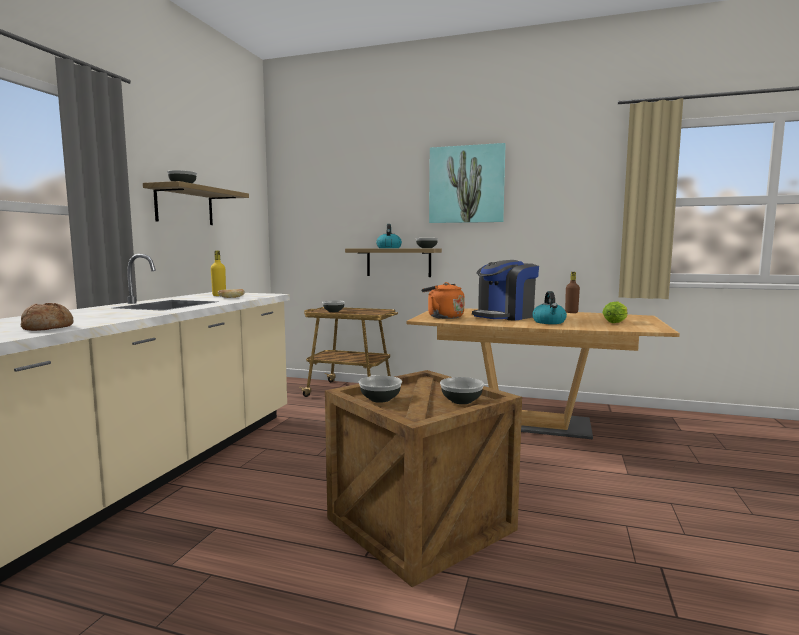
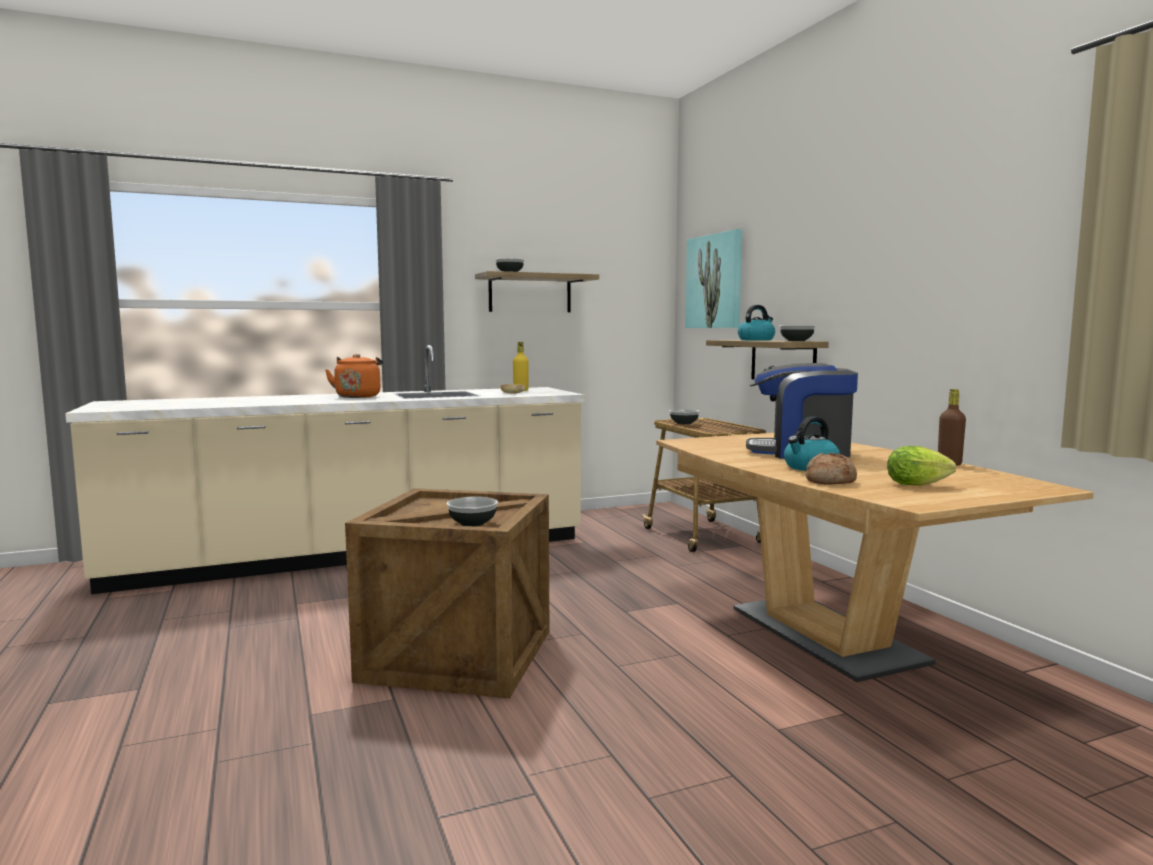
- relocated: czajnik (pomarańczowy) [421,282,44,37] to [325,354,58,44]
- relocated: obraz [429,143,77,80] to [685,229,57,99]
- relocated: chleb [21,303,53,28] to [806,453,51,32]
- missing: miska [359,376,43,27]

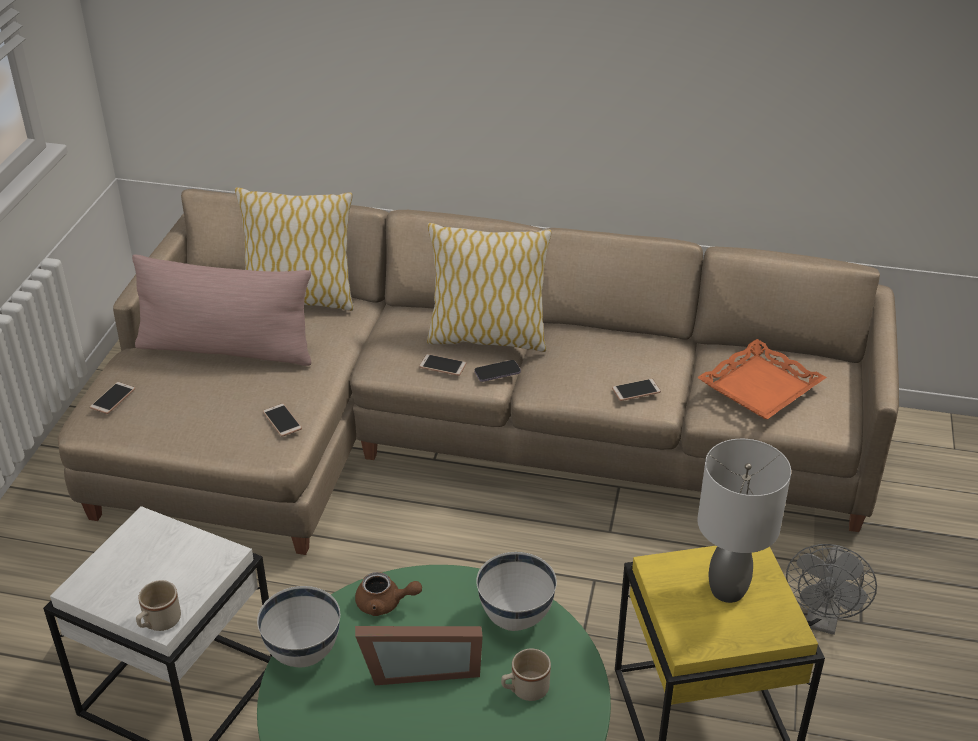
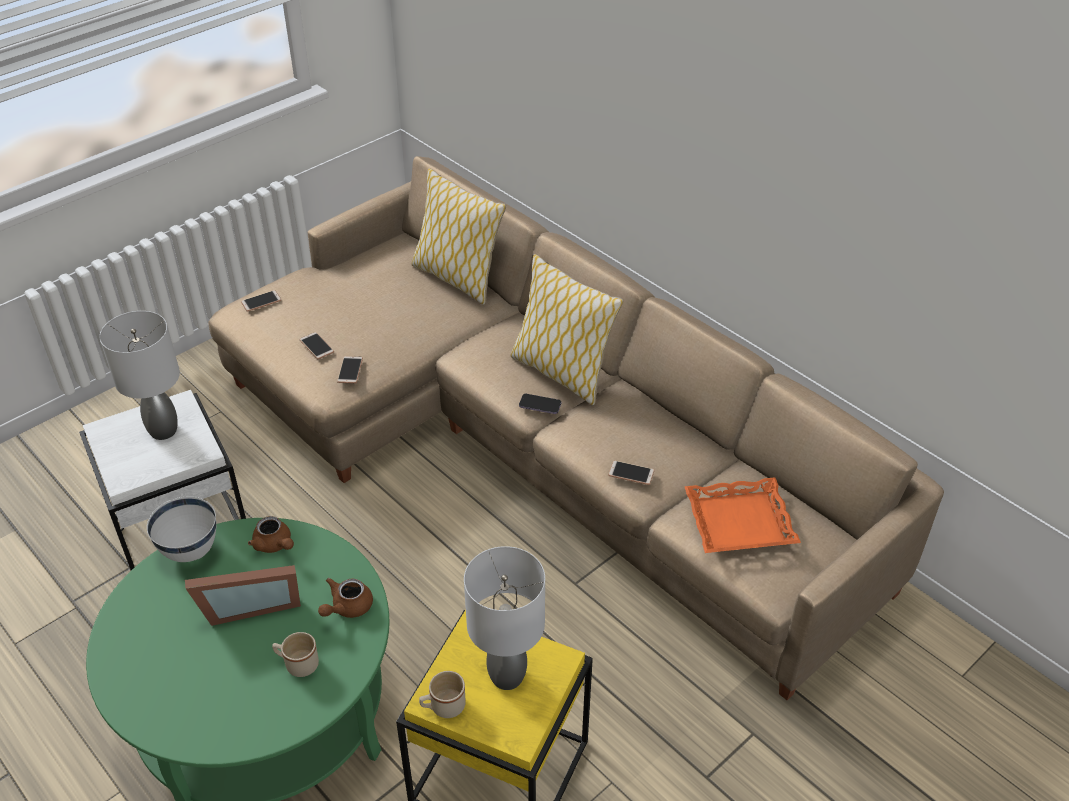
- appeared: lampa stołowa (szary) [99,311,81,129]
- spun: ramka na zdjęcie [355,626,128,59] = [185,565,116,61] 45 degrees counterclockwise
- relocated: telefon [419,354,48,22] to [300,332,34,27]
- exchanged: miska (biały) [476,552,81,79] to imbryk (brązowy) [318,578,55,40]
- relocated: kubek (beżowy) [136,580,45,51] to [419,671,47,47]
- missing: poduszka (różowy) [132,254,179,112]
- missing: wentylator (szary) [786,544,91,91]

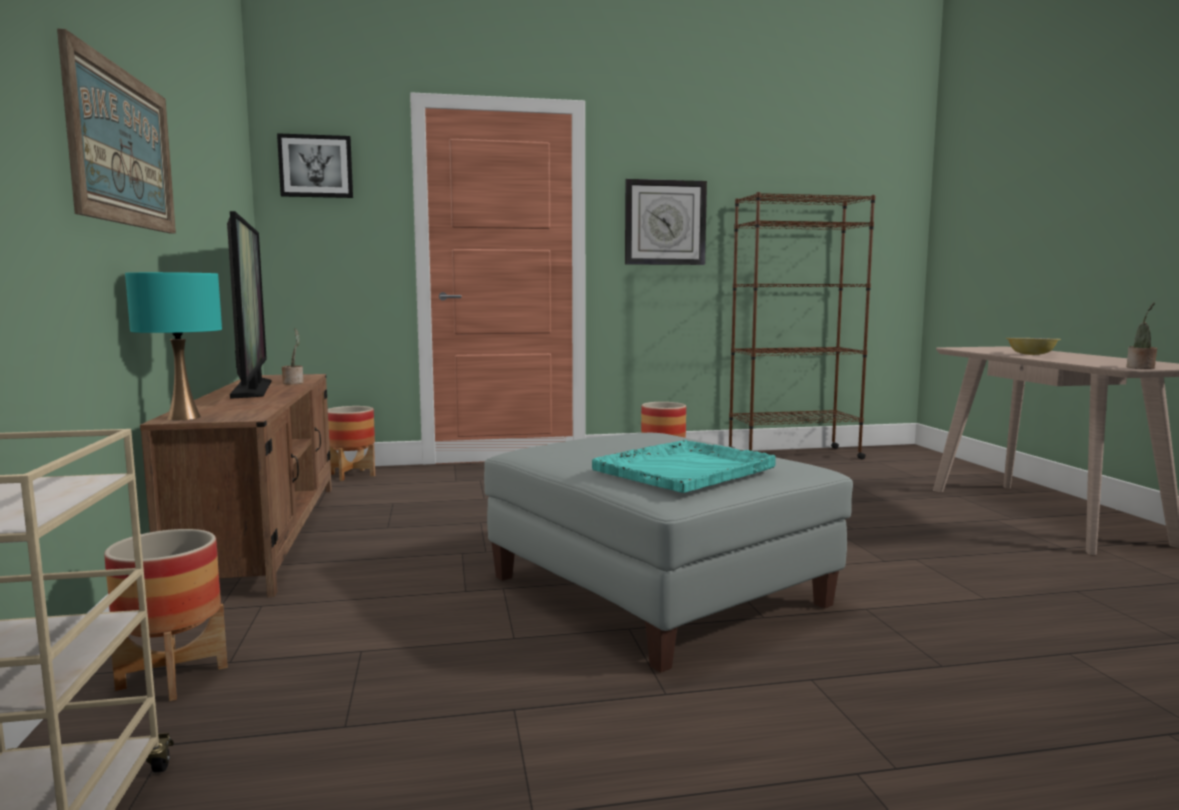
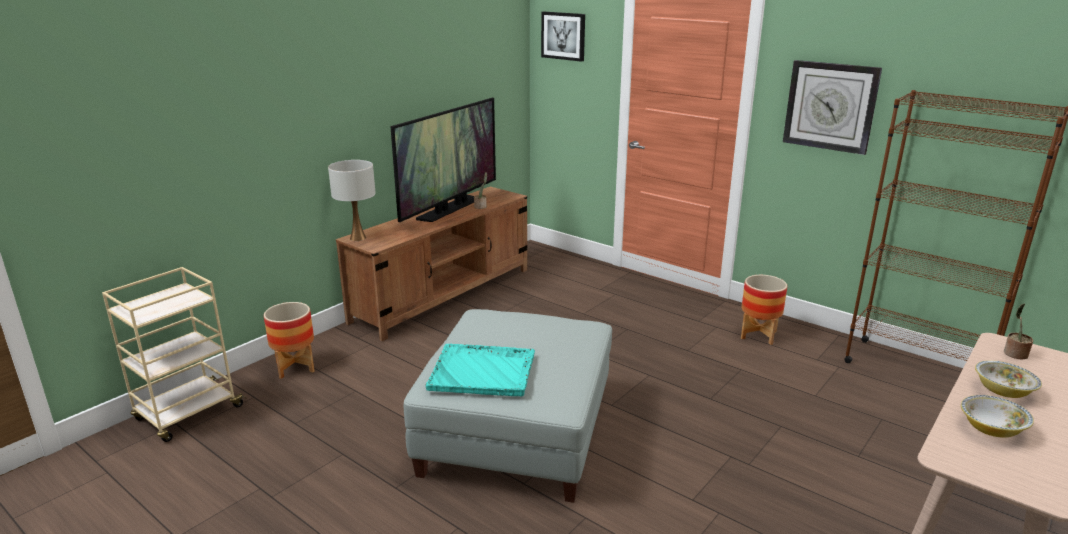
- colour: lampa stołowa (turkusowy) [125,272,97,148] to lampa stołowa (biały) [328,160,48,81]
- appeared: miska [961,395,73,43]
- relocated: roślina doniczkowa [1126,302,31,67] to [1004,304,29,56]
- missing: obraz [57,29,119,205]
- missing: donica [328,406,47,75]

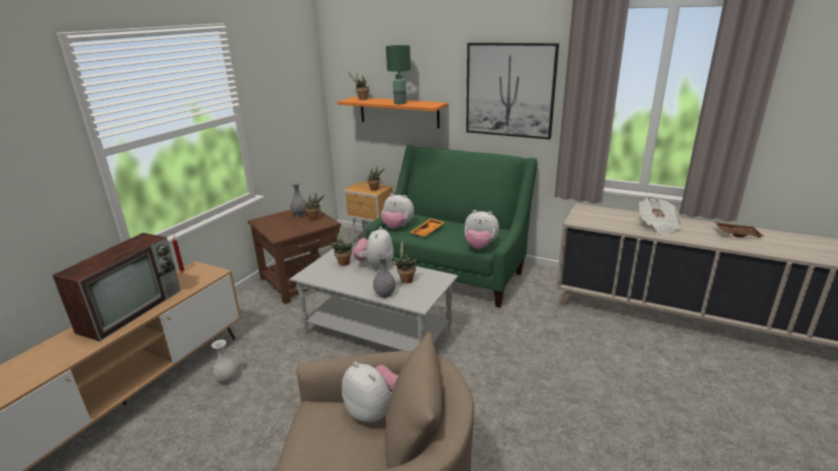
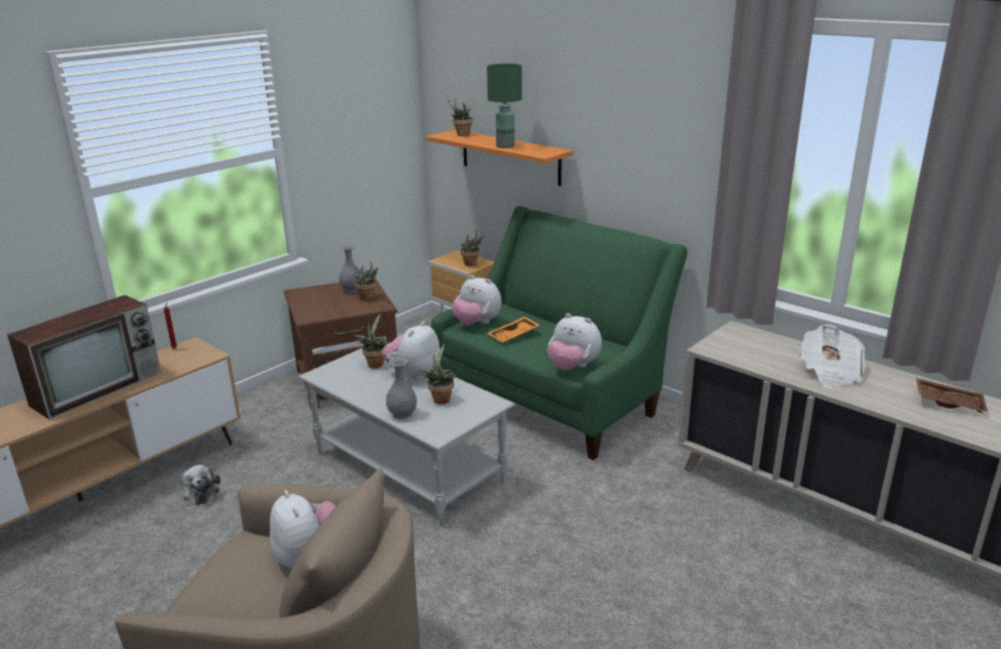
- exchanged: wazon (biały) [211,340,26,44] to pluszak [182,465,38,40]
- missing: obraz [466,43,93,97]

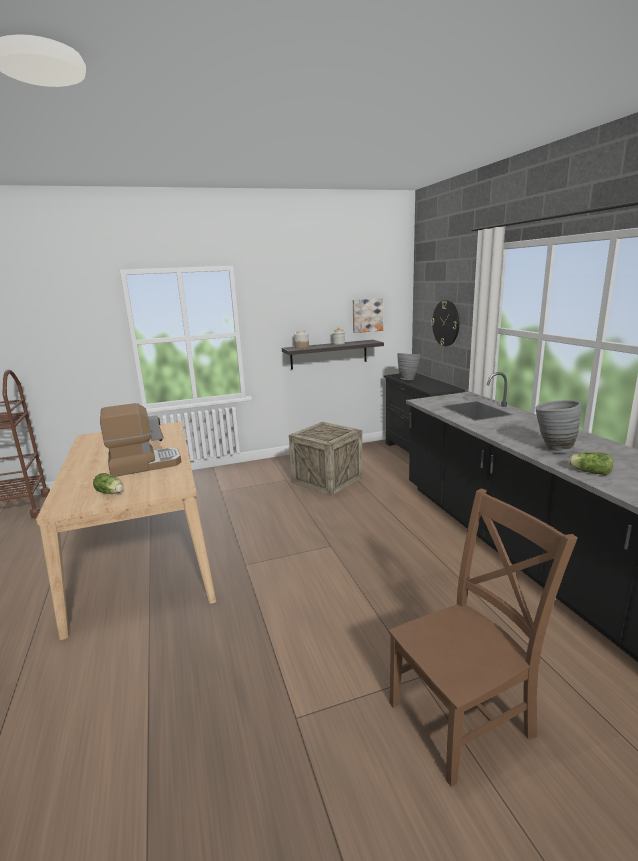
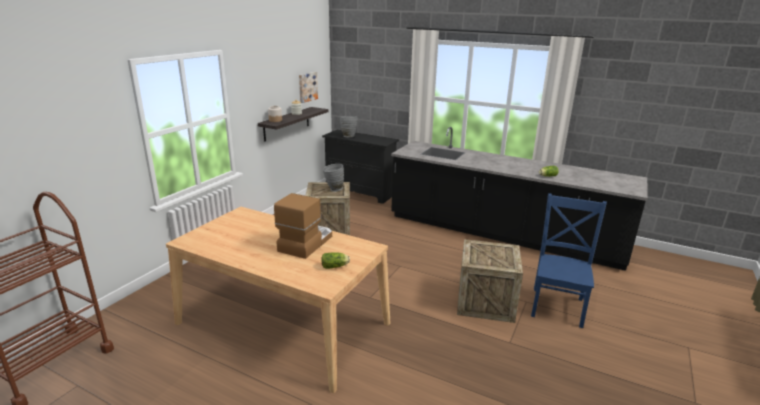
- relocated: wazon (szary) [535,400,46,53] to [323,164,21,28]
- appeared: skrzynka [457,239,66,84]
- colour: krzesło (brązowy) [389,488,189,299] to krzesło (niebieski) [531,193,76,135]
- missing: zegar ścienny [431,300,28,46]

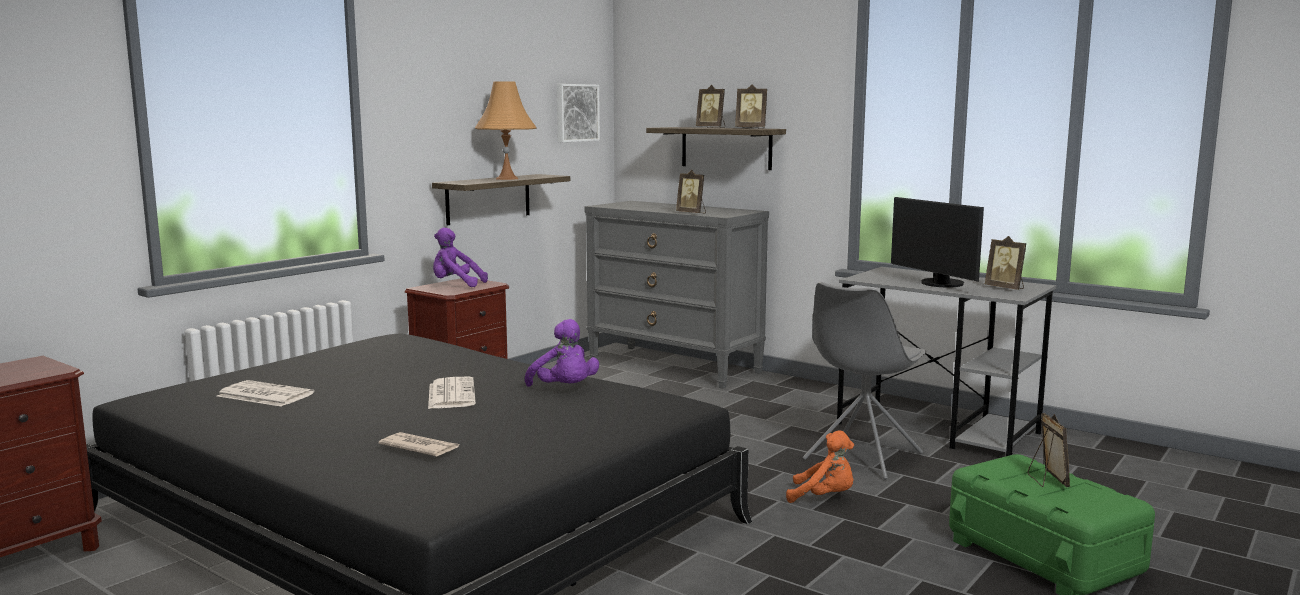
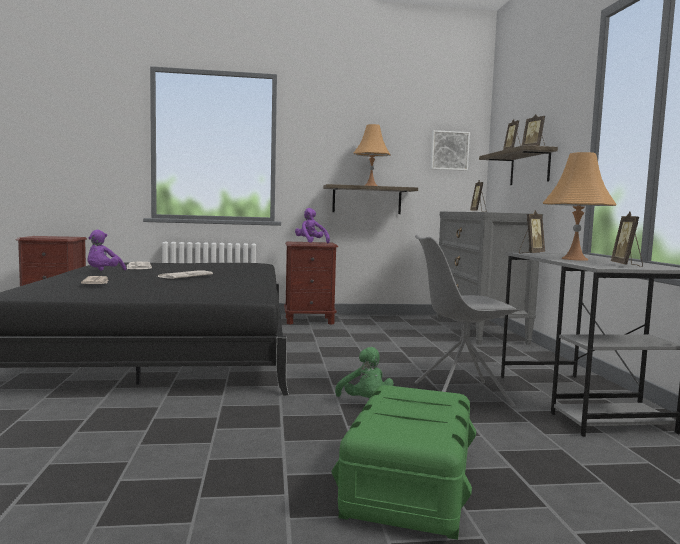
- relocated: pluszak (fioletowy) [525,319,74,68] to [88,230,39,41]
- colour: pluszak (pomarańczowy) [786,430,68,73] to pluszak (zielony) [335,347,59,51]
- relocated: ramka na zdjęcie [1027,413,43,74] to [519,210,26,43]
- exchanged: monitor [891,197,93,90] to lampa stołowa (pomarańczowy) [543,152,74,109]

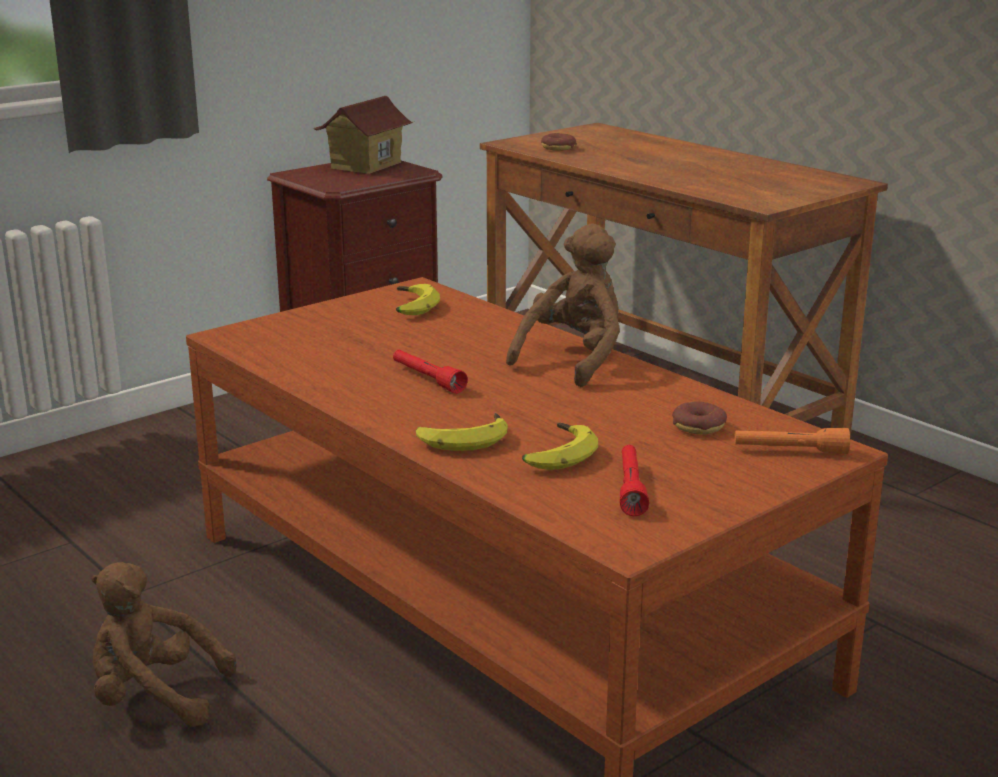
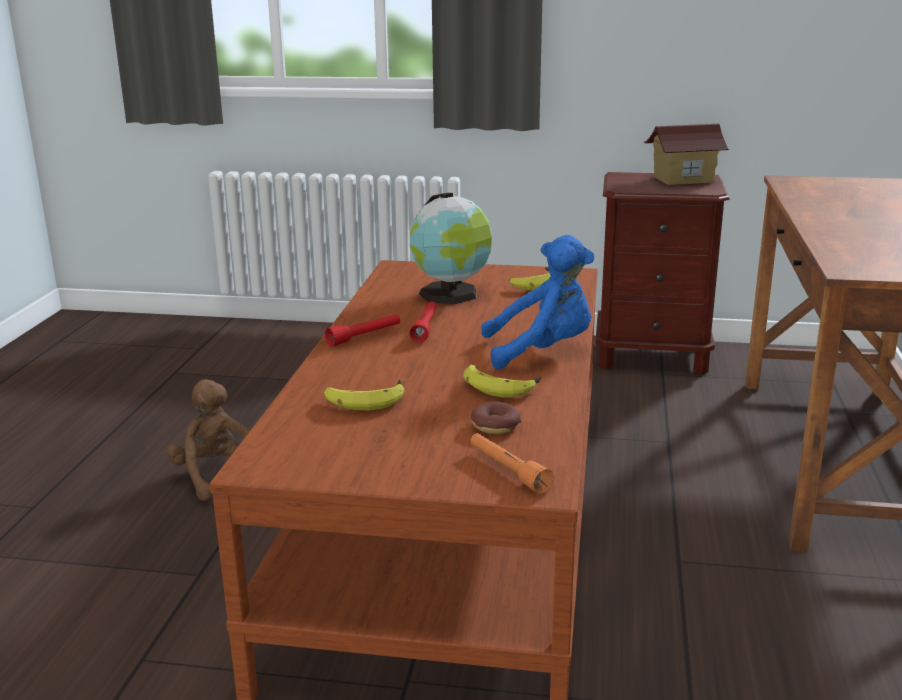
- relocated: latarka (czerwony) [620,445,29,71] to [325,314,75,33]
- appeared: globus [410,193,82,111]
- relocated: banan [416,413,92,38] to [463,365,78,33]
- colour: pluszak (brązowy) [506,224,114,163] to pluszak (niebieski) [481,235,113,134]
- missing: donut [541,133,36,18]

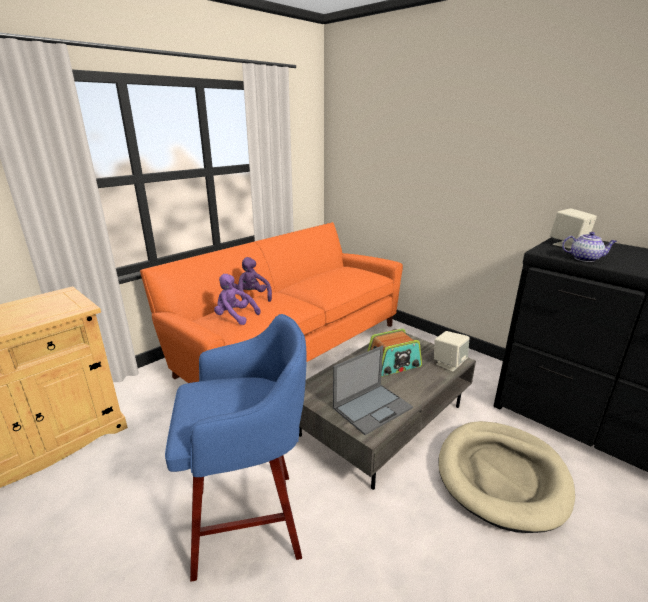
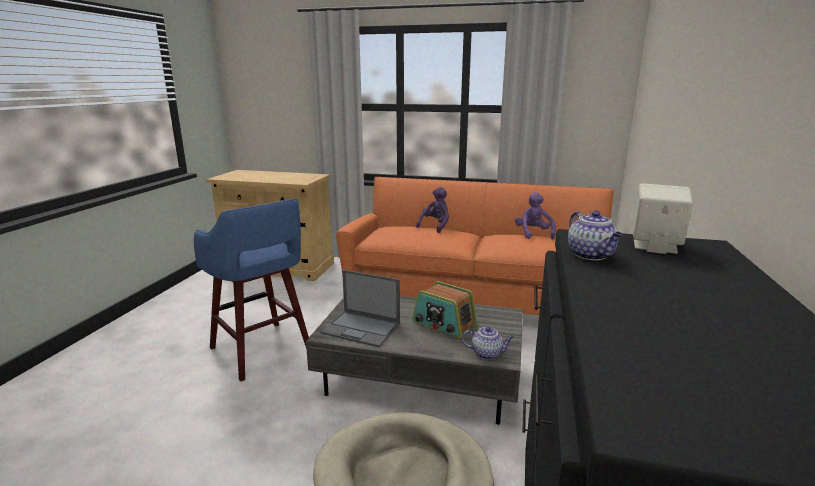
- exchanged: głośnik (beżowy) [434,331,35,41] to imbryk [462,327,52,32]
- relocated: pluszak (fioletowy) [214,274,46,51] to [515,192,41,47]

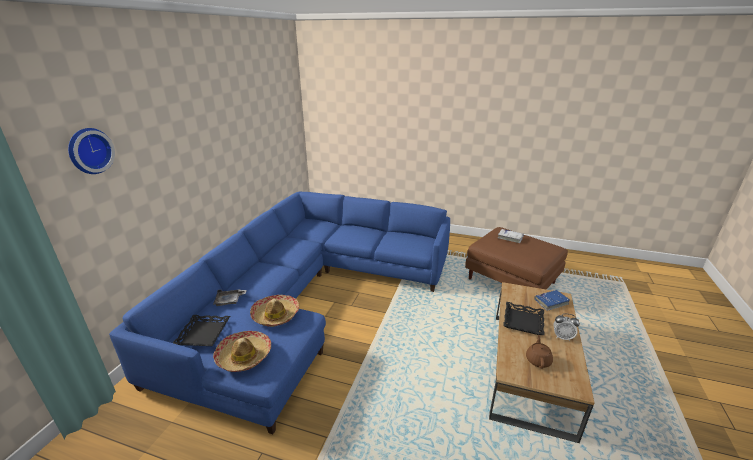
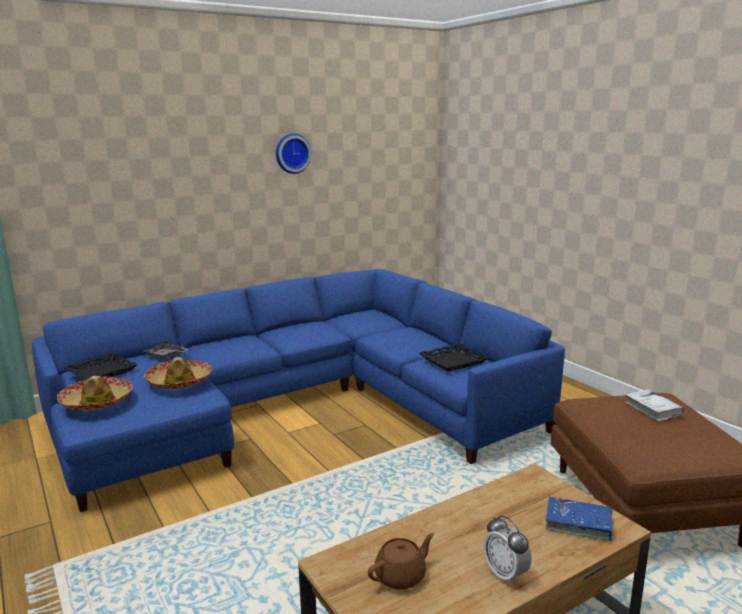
- relocated: zegar ścienny [68,128,47,46] to [276,133,36,41]
- relocated: taca (czarny) [503,302,41,33] to [419,343,70,29]

